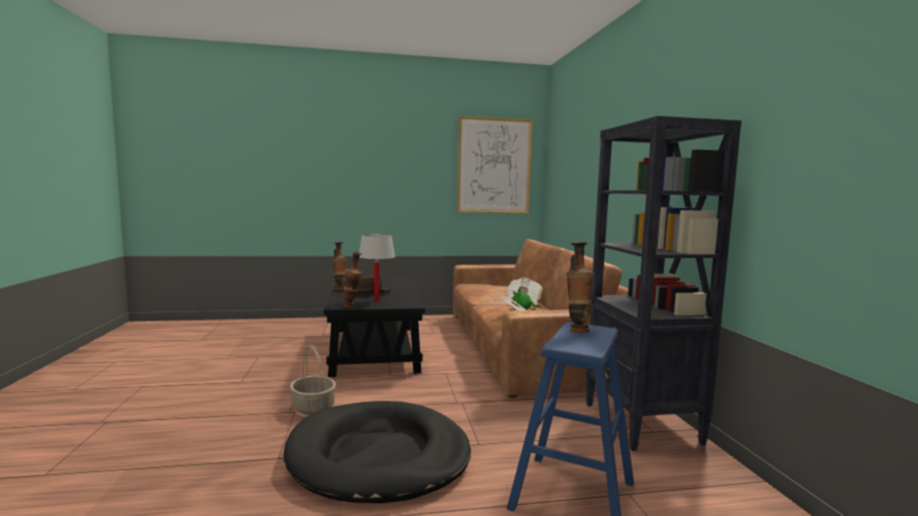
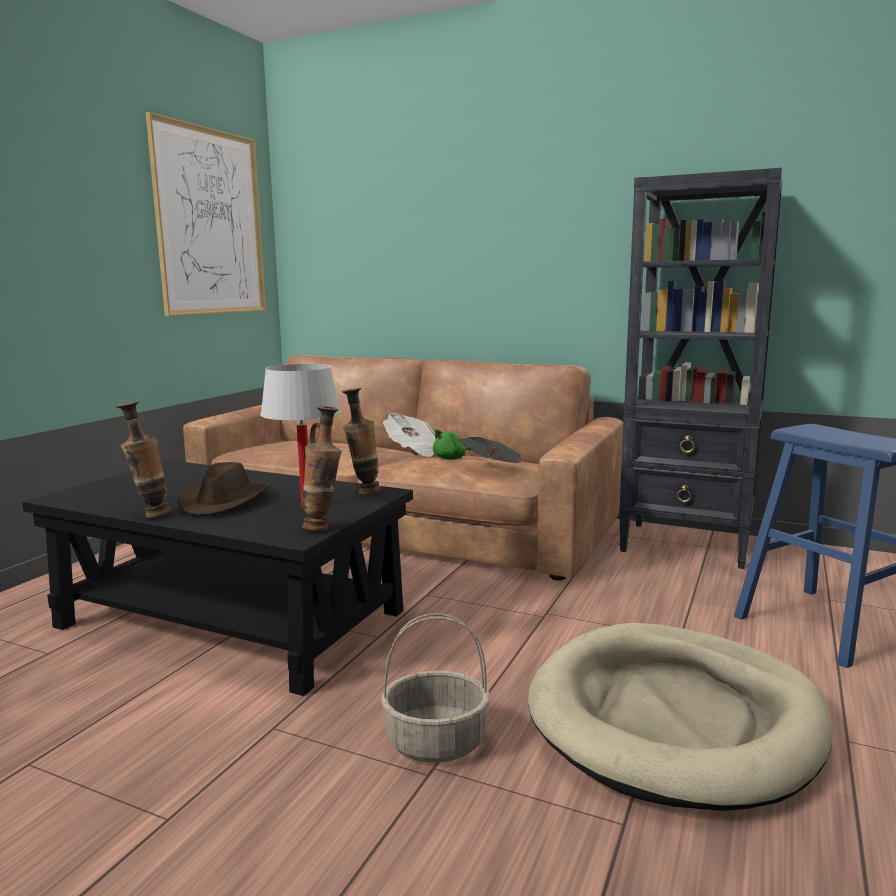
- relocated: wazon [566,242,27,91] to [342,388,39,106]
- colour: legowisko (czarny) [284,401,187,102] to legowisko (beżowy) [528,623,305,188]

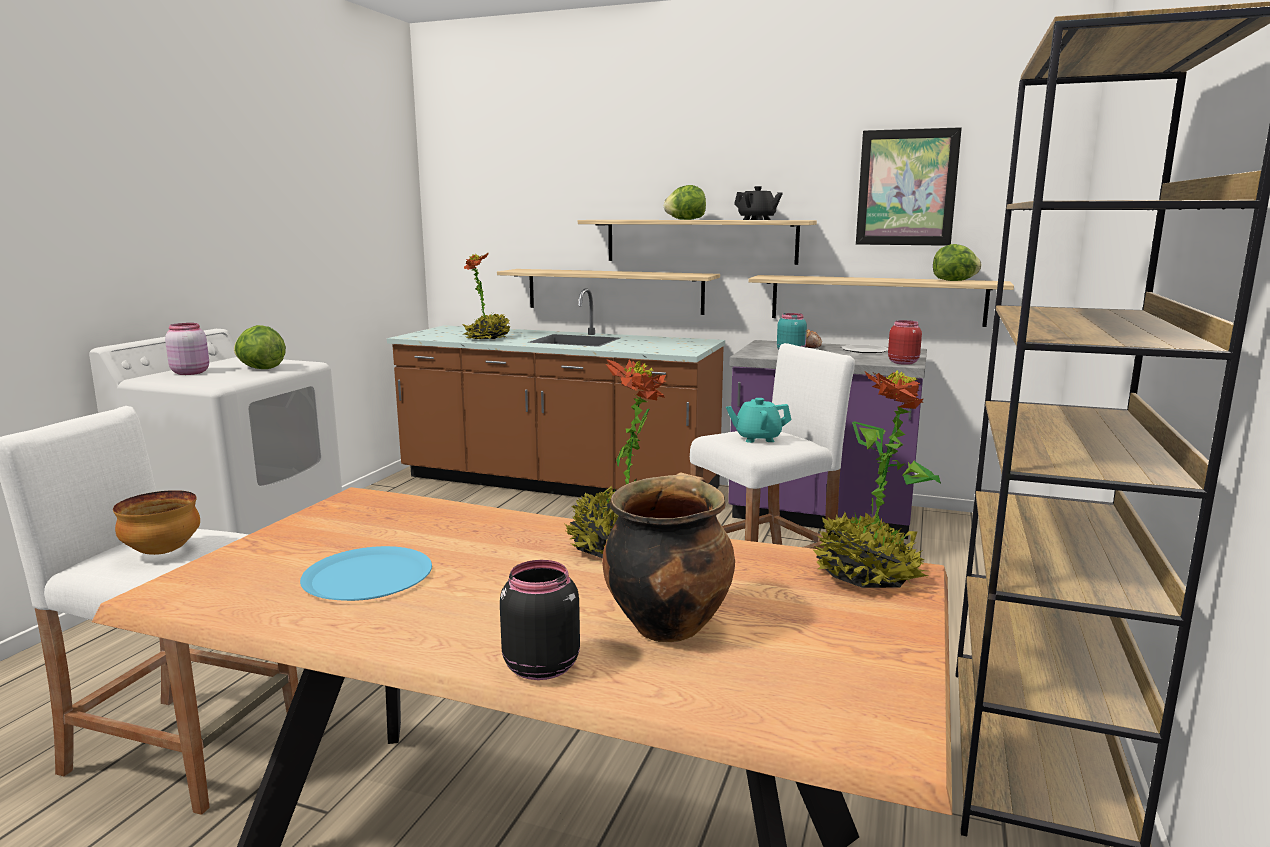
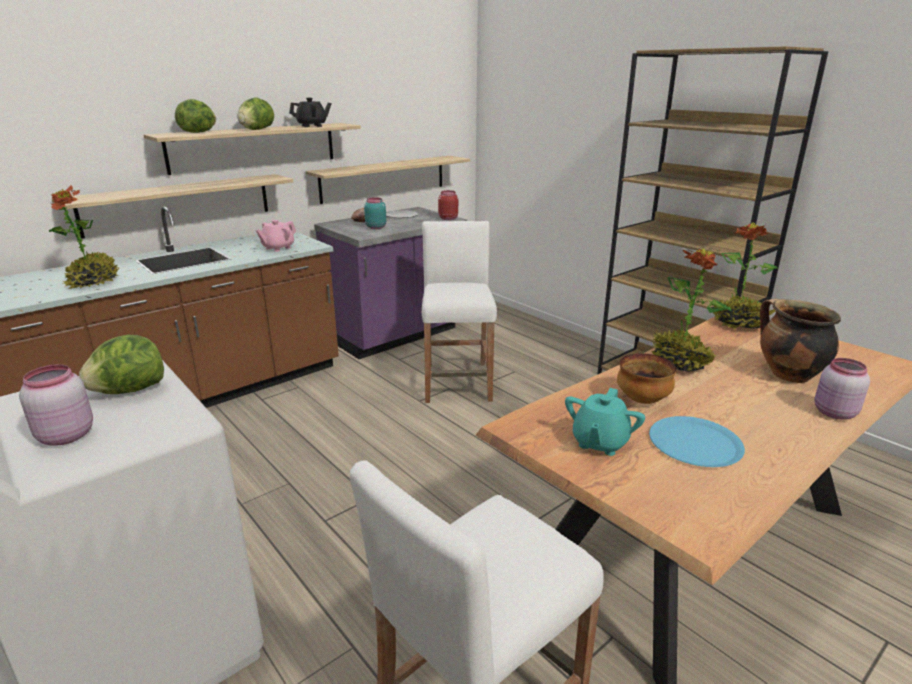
- relocated: sałata [933,244,48,37] to [175,99,41,34]
- appeared: imbryk (różowy) [256,220,40,32]
- relocated: imbryk (turkusowy) [726,398,65,45] to [565,388,80,68]
- relocated: miska [113,490,87,65] to [617,353,60,51]
- colour: słoik (czarny) [500,560,80,120] to słoik (różowy) [815,358,55,62]
- missing: obraz [856,127,106,119]

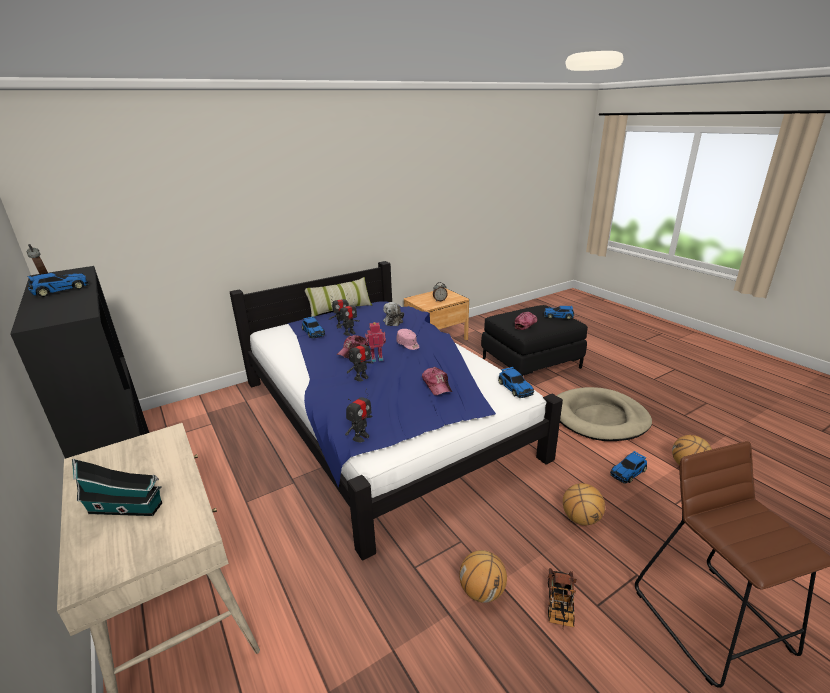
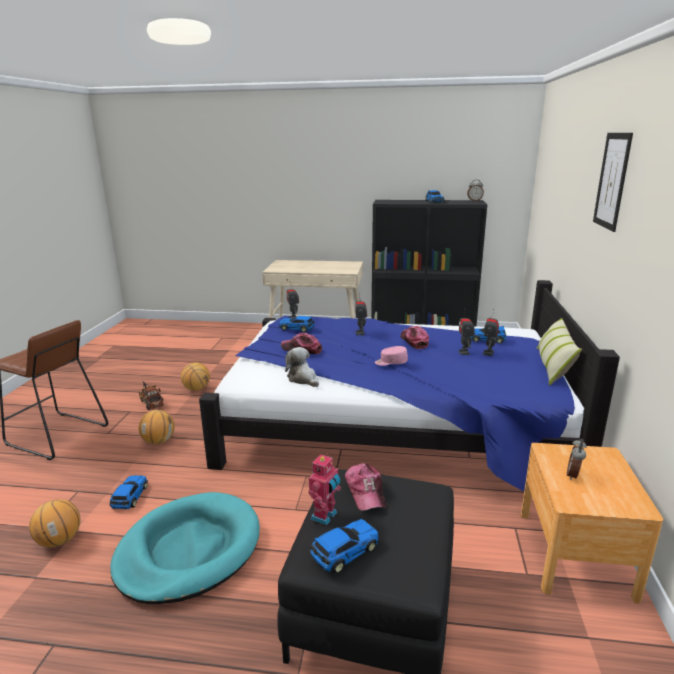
- colour: legowisko (beżowy) [557,387,95,54] to legowisko (turkusowy) [110,492,150,112]
- relocated: samochodzik [498,367,36,31] to [279,316,36,17]
- relocated: pluszak [383,302,21,24] to [285,347,34,40]
- relocated: robot zabawkowy [365,322,21,40] to [308,453,33,72]
- appeared: obraz [593,133,40,99]
- missing: domek [72,458,90,58]

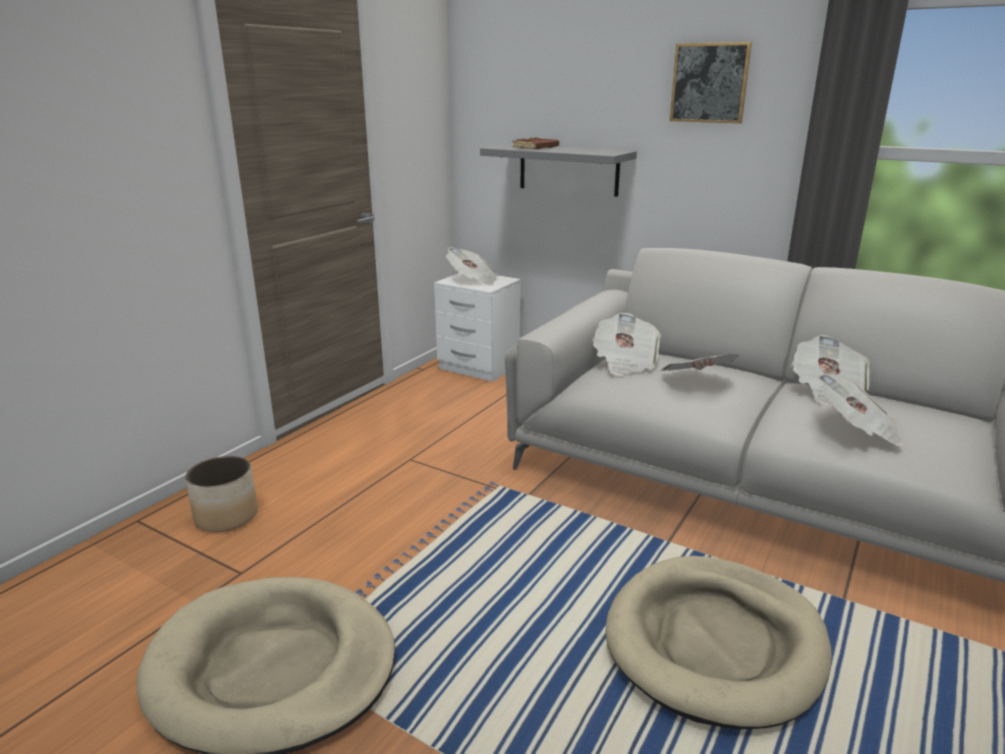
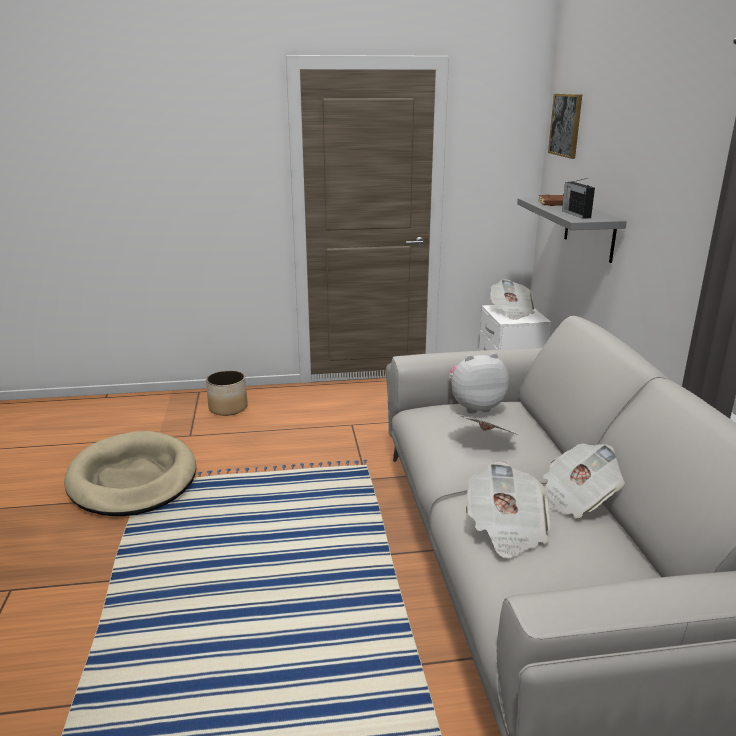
- exchanged: gazeta [592,313,69,63] to pluszak [449,353,60,61]
- relocated: obraz [670,42,82,81] to [548,94,34,65]
- appeared: radio [562,178,33,41]
- missing: legowisko (beżowy) [606,556,226,173]

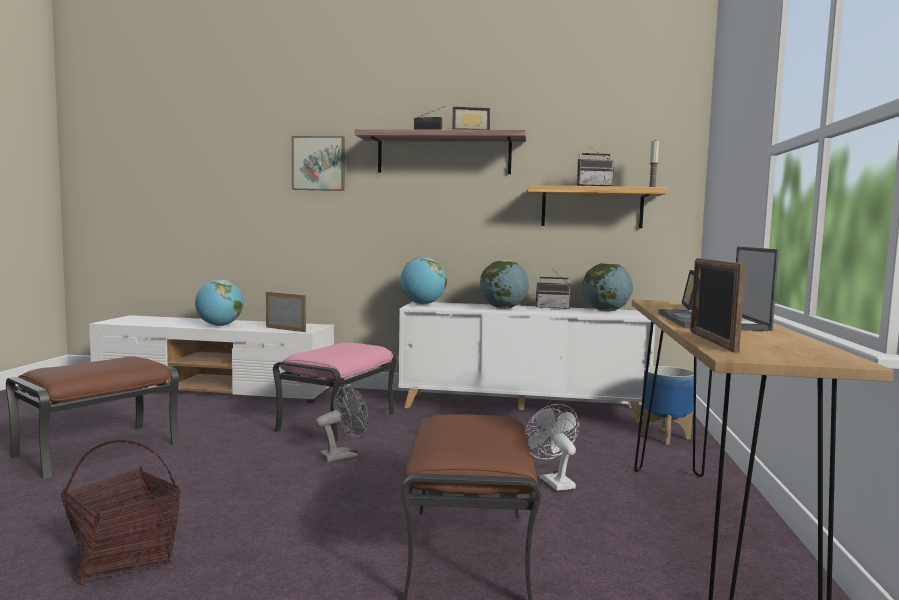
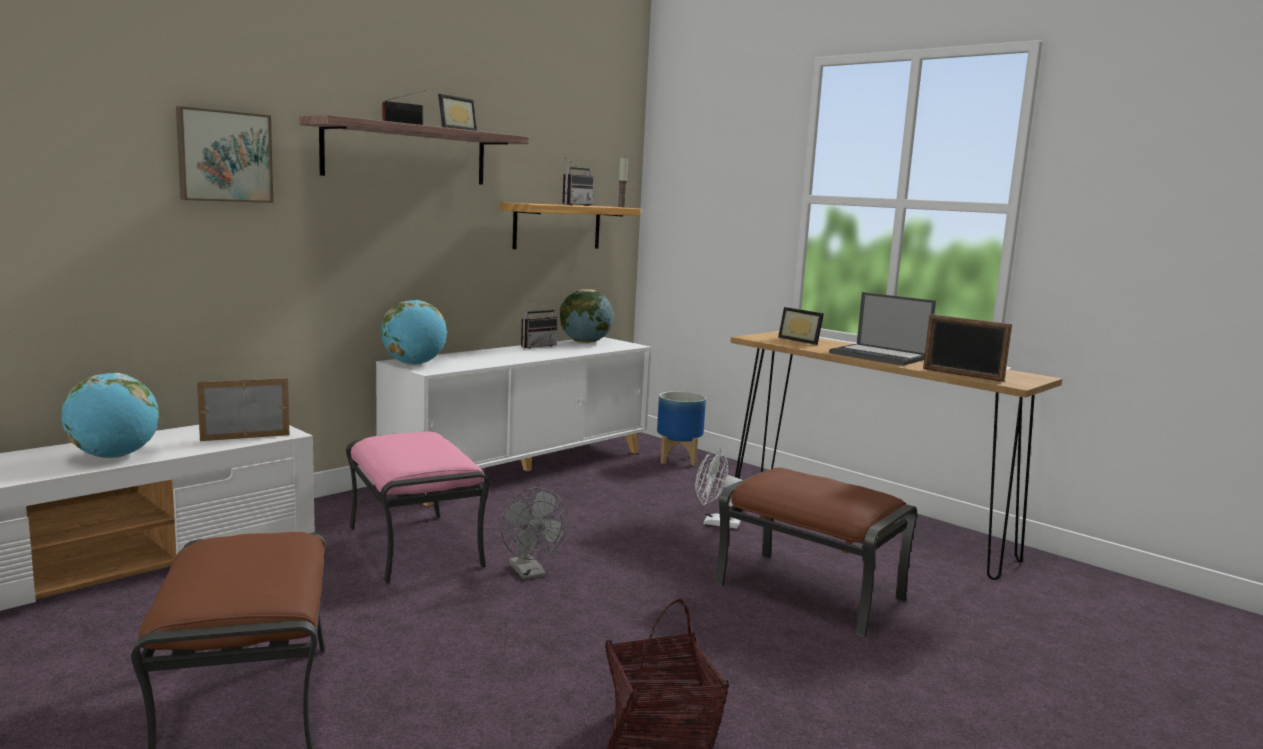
- spun: wentylator (szary) [315,384,54,78] = [500,488,68,92] 150 degrees clockwise
- missing: globus [480,260,49,49]

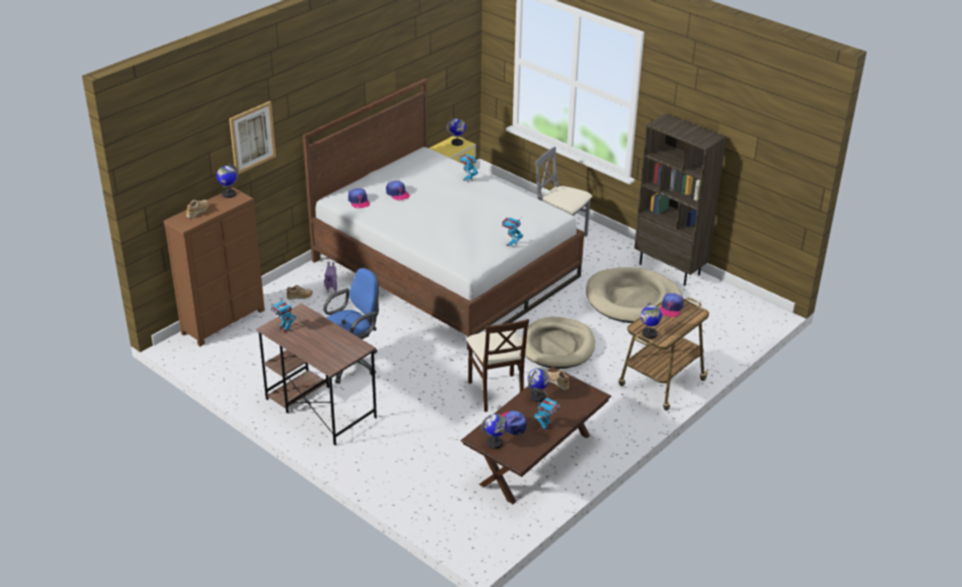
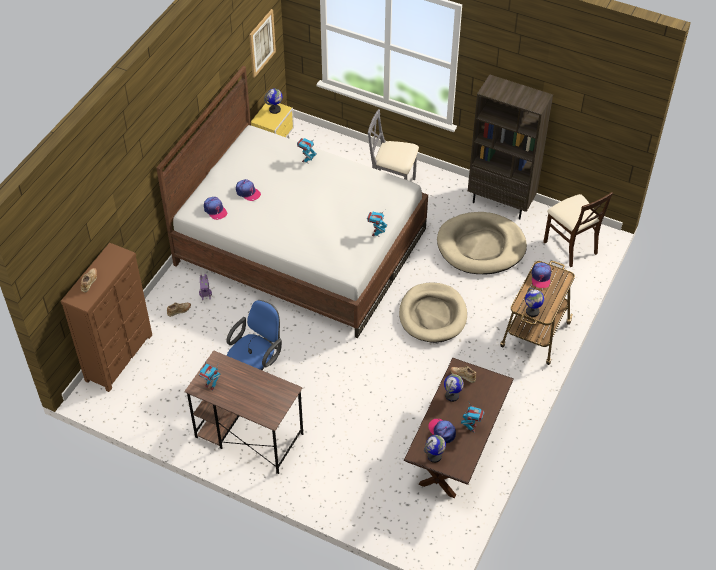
- relocated: obraz [229,101,47,73] to [249,9,27,69]
- relocated: krzesło (beżowy) [467,319,62,93] to [543,192,70,75]
- missing: globus [216,164,22,34]

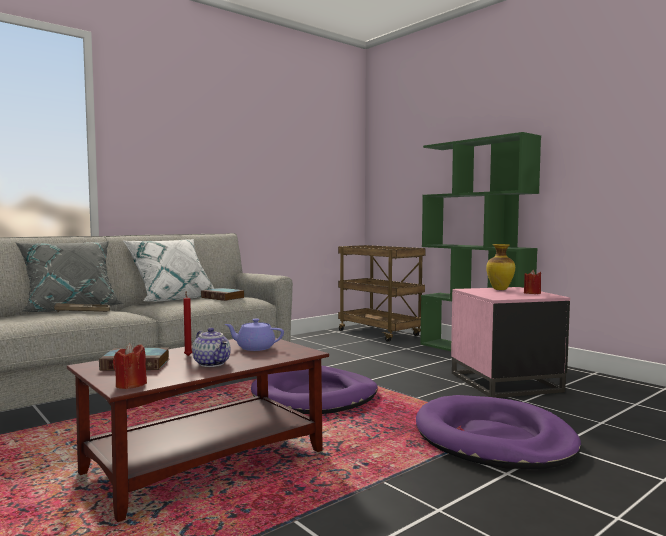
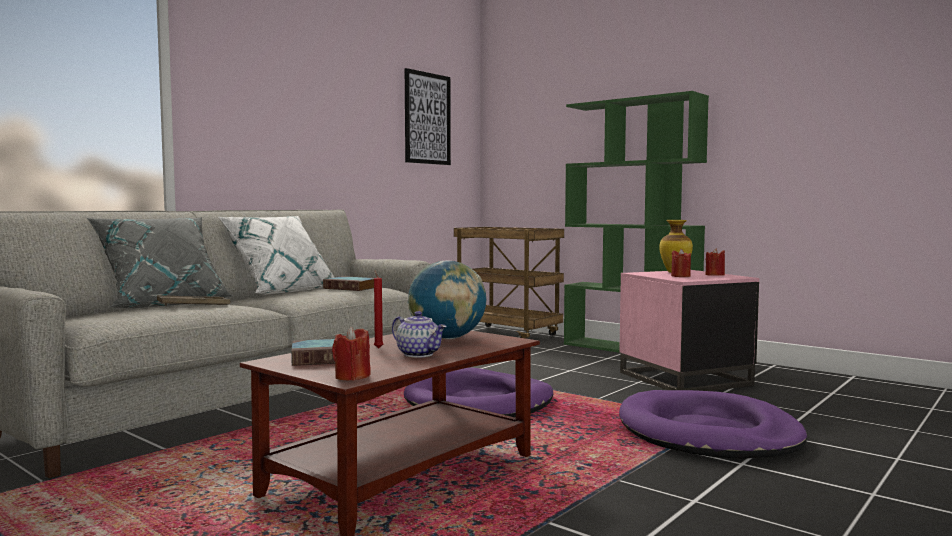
- appeared: obraz [405,68,46,97]
- exchanged: imbryk (fioletowy) [225,318,59,33] to globus [408,260,78,79]
- appeared: świeca (czerwony) [671,249,20,28]

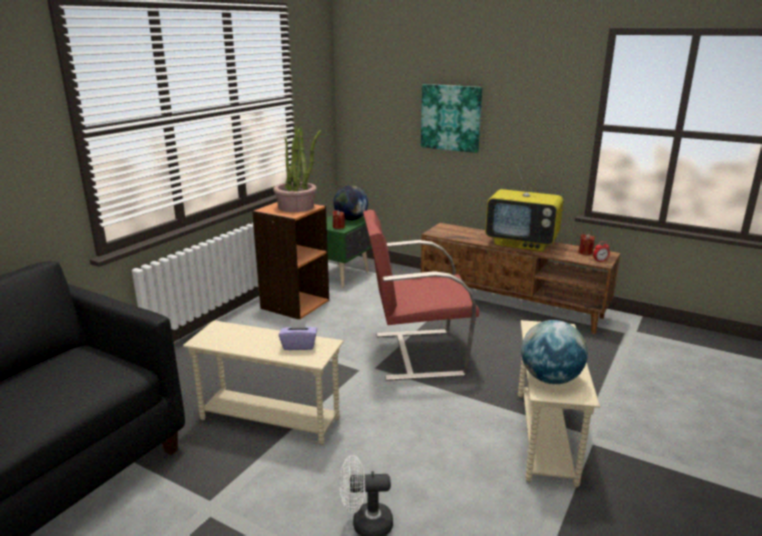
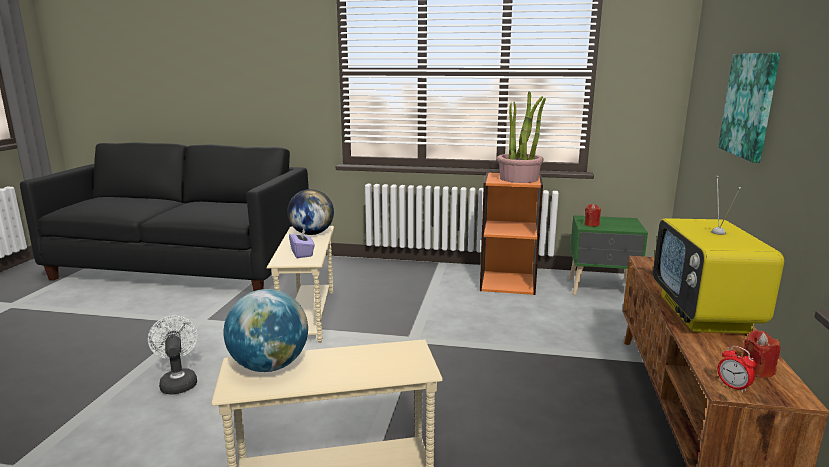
- relocated: globus [333,185,35,35] to [287,189,47,46]
- missing: fotel (czerwony) [363,210,116,171]

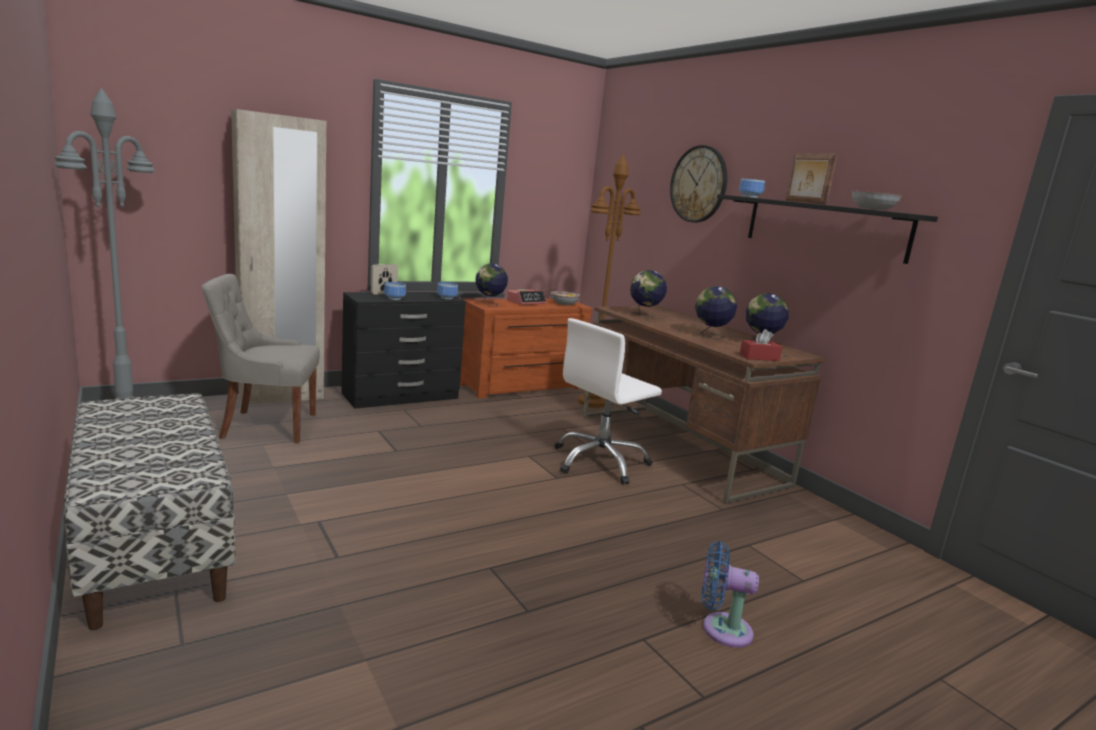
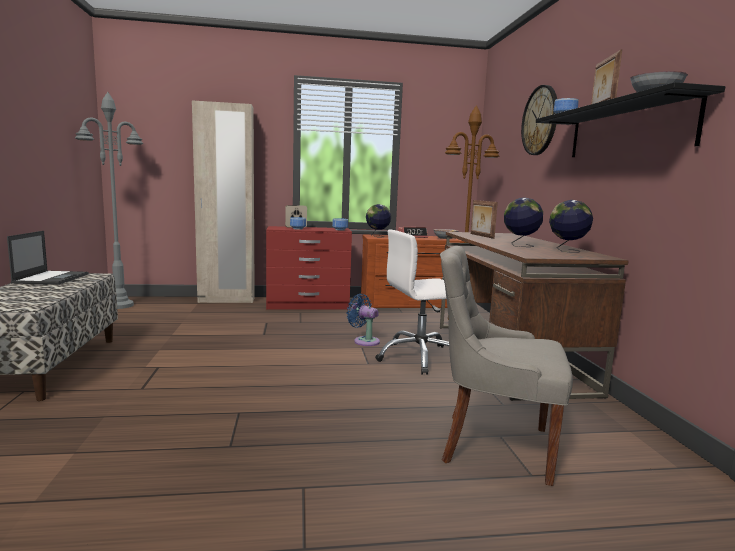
- appeared: laptop [7,231,82,54]
- colour: komoda (czarny) [341,292,125,117] to komoda (czerwony) [266,226,86,83]
- relocated: wentylator (niebieski) [702,541,57,106] to [346,294,34,52]
- relocated: krzesło (szary) [201,274,119,169] to [440,246,133,240]
- exchanged: globus [630,270,37,48] to ramka na zdjęcie [471,200,27,39]
- missing: pudełko chusteczek (czerwony) [740,329,42,32]

